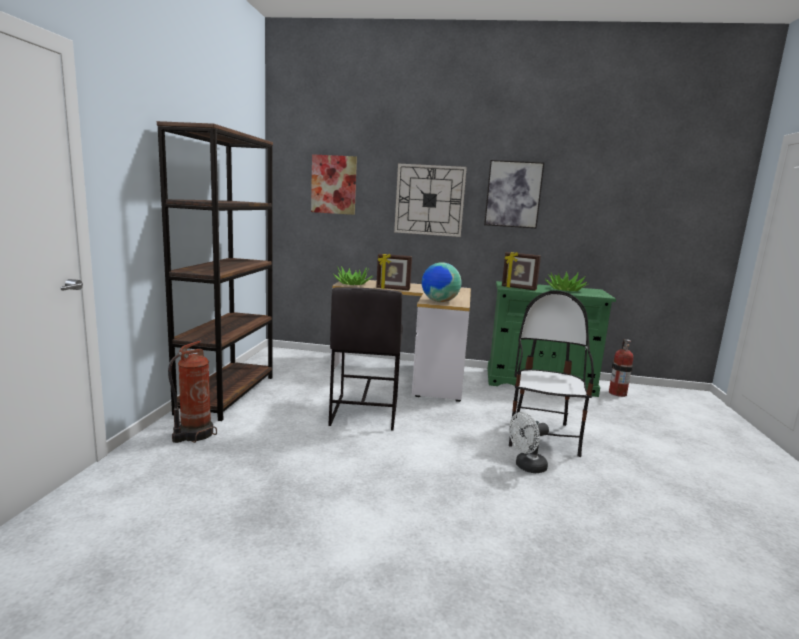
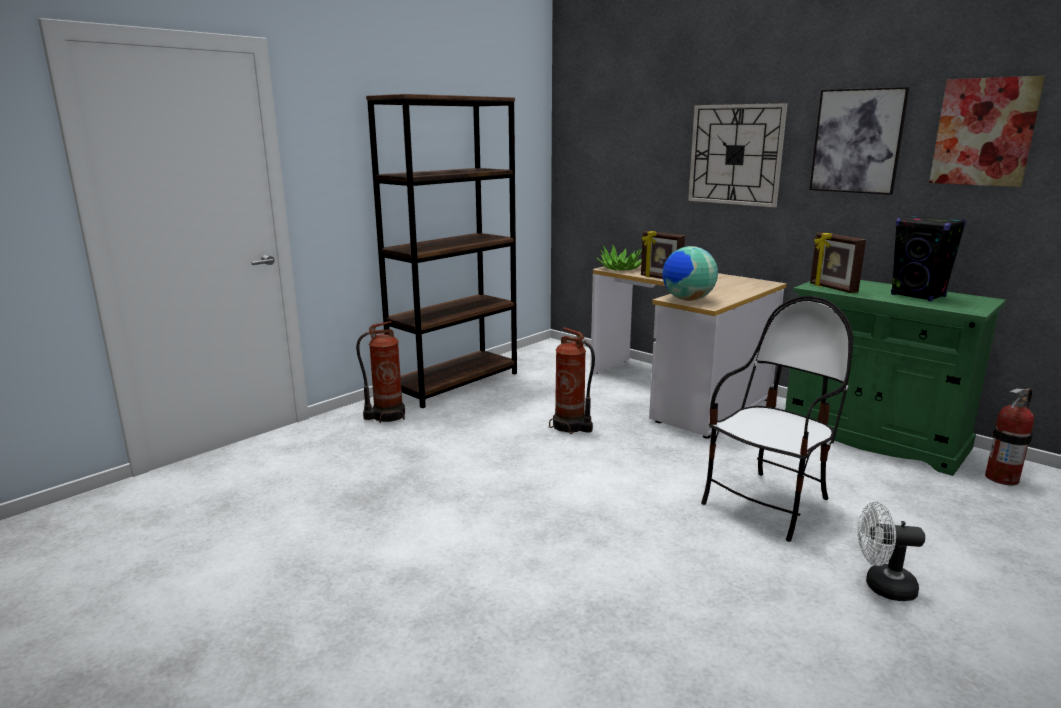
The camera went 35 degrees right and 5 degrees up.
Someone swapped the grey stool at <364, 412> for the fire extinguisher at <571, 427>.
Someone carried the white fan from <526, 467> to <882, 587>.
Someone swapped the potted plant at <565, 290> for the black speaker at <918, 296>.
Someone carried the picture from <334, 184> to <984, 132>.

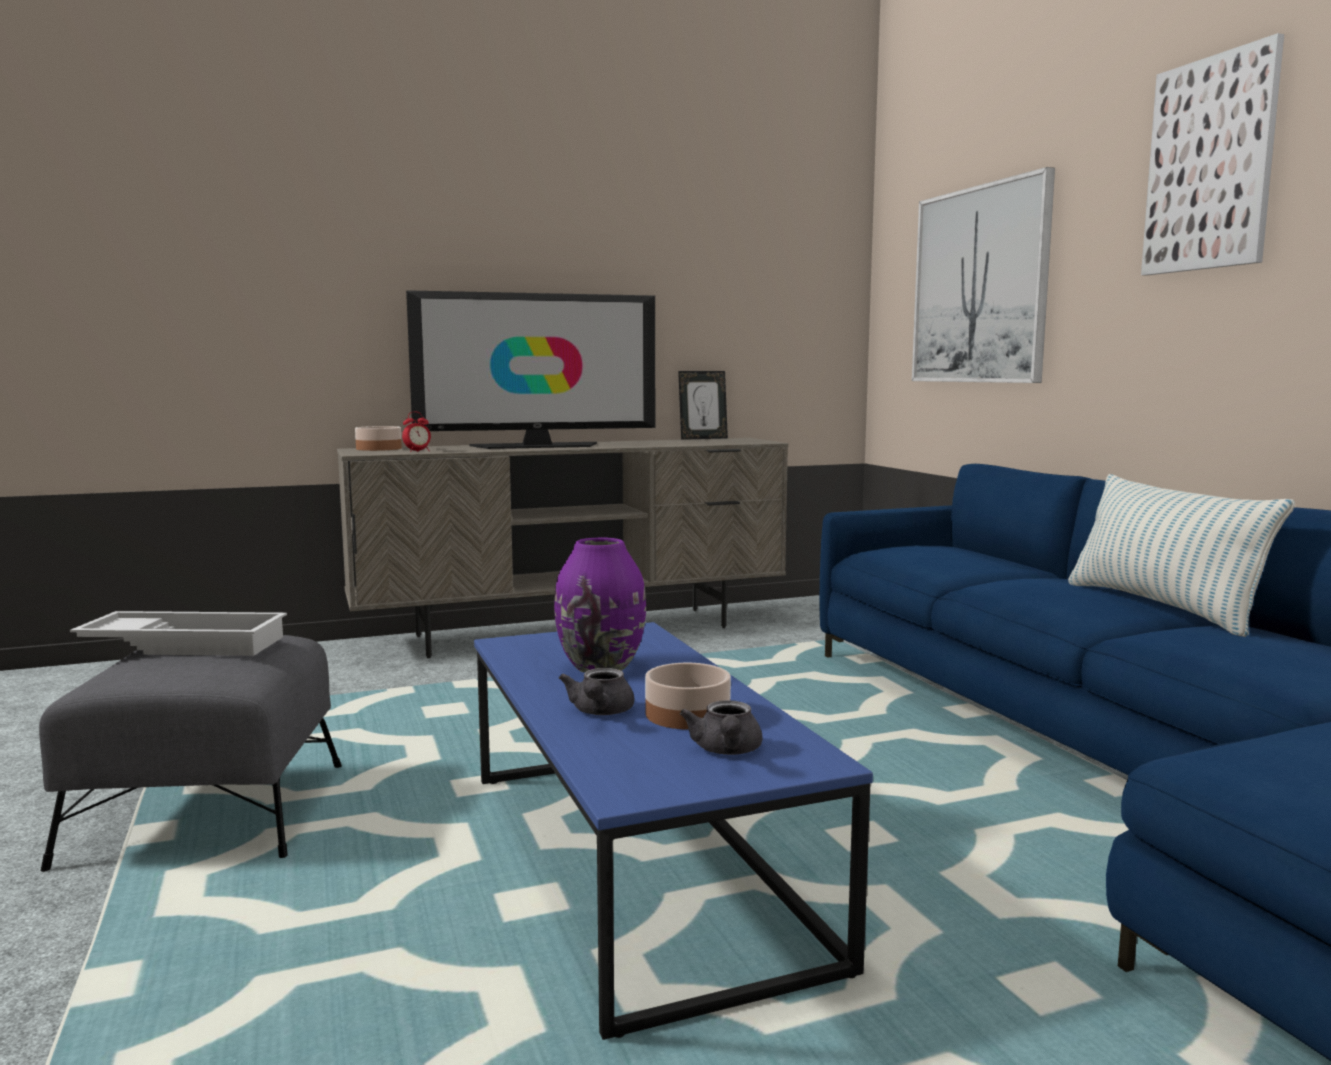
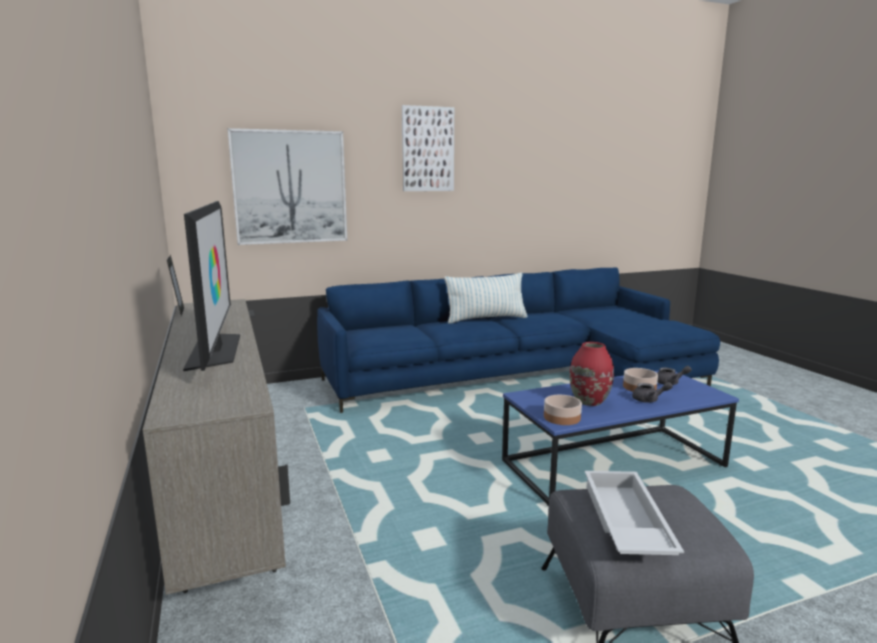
The camera went 90 degrees left and 5 degrees up.
Someone carried the bowl from <379, 448> to <561, 417>.
Someone repainted the purple vase at <601, 666>, which became the red vase at <589, 401>.
Someone took away the alarm clock at <417, 451>.

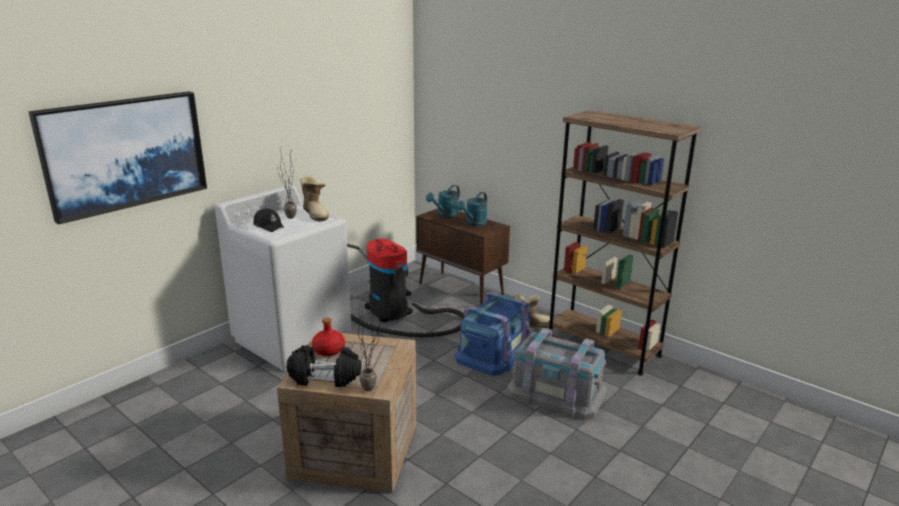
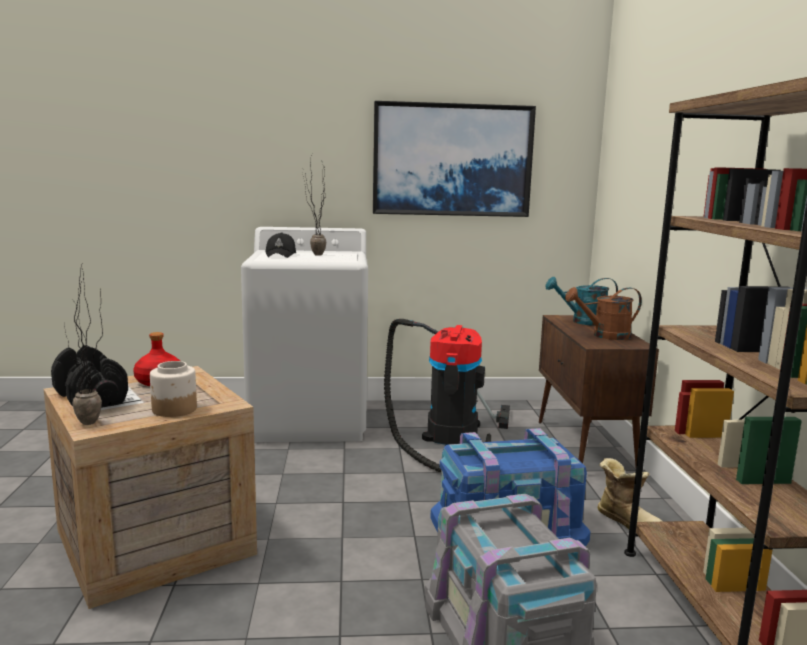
The camera went 45 degrees right and 10 degrees down.
Someone put down the jar at <174, 409>.
Someone carried the picture from <125, 153> to <452, 160>.
Someone repainted the turquoise watering can at <474, 224>, which became the brown watering can at <604, 335>.
Someone took away the boot at <316, 214>.

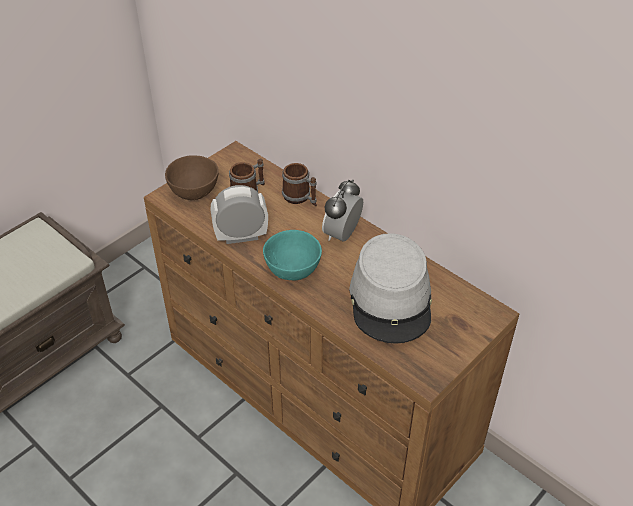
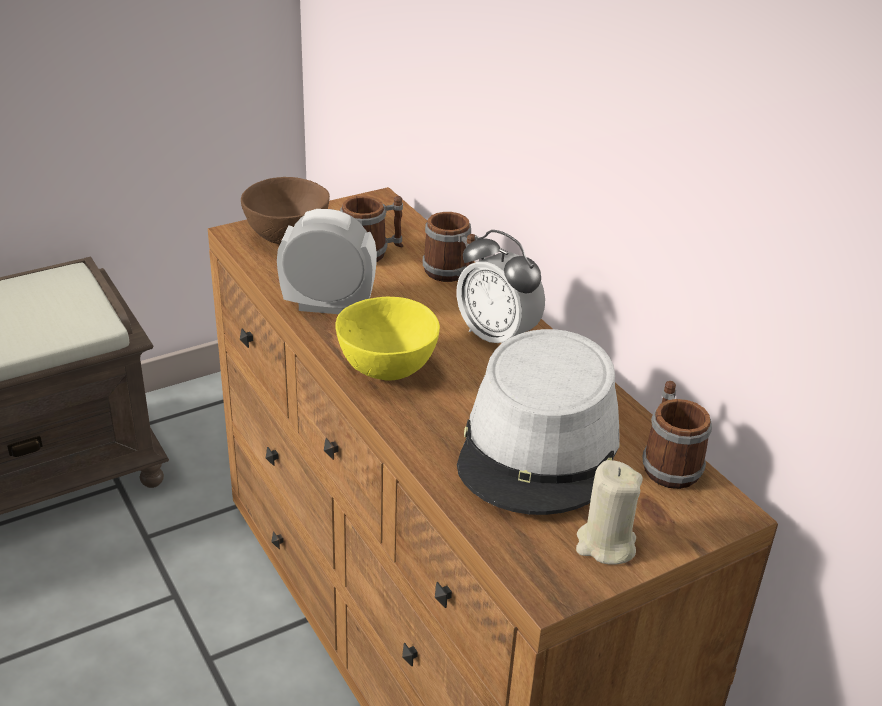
The camera went 15 degrees right and 10 degrees down.
Someone repainted the turquoise bowl at <293, 272>, which became the yellow bowl at <387, 370>.
Someone rotated the alarm clock at <342, 234> by 90 degrees counterclockwise.
Someone put down the beige candle at <605, 545>.
Someone put down the mug at <668, 463>.

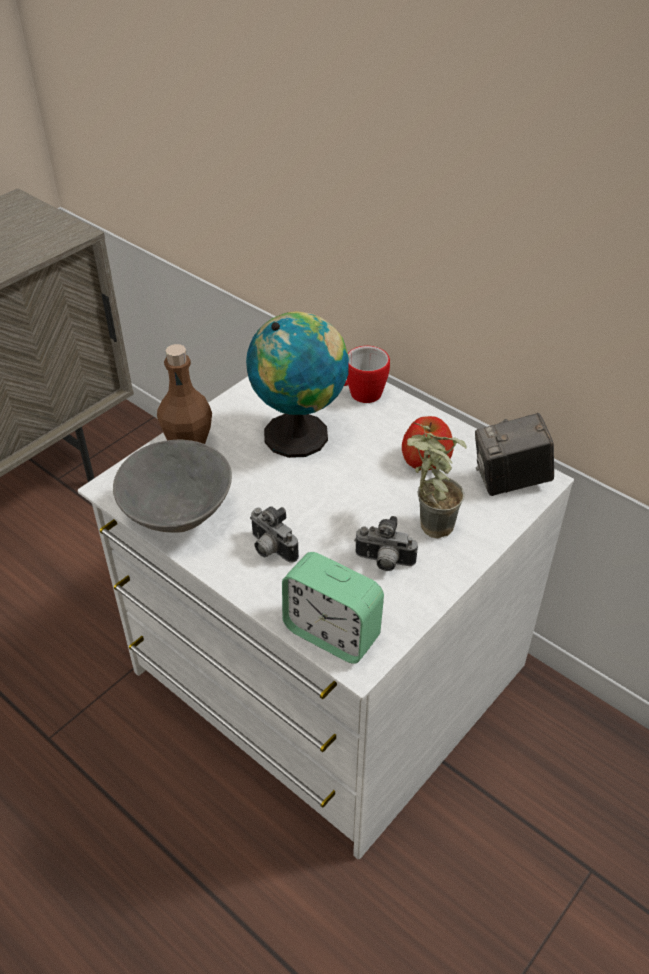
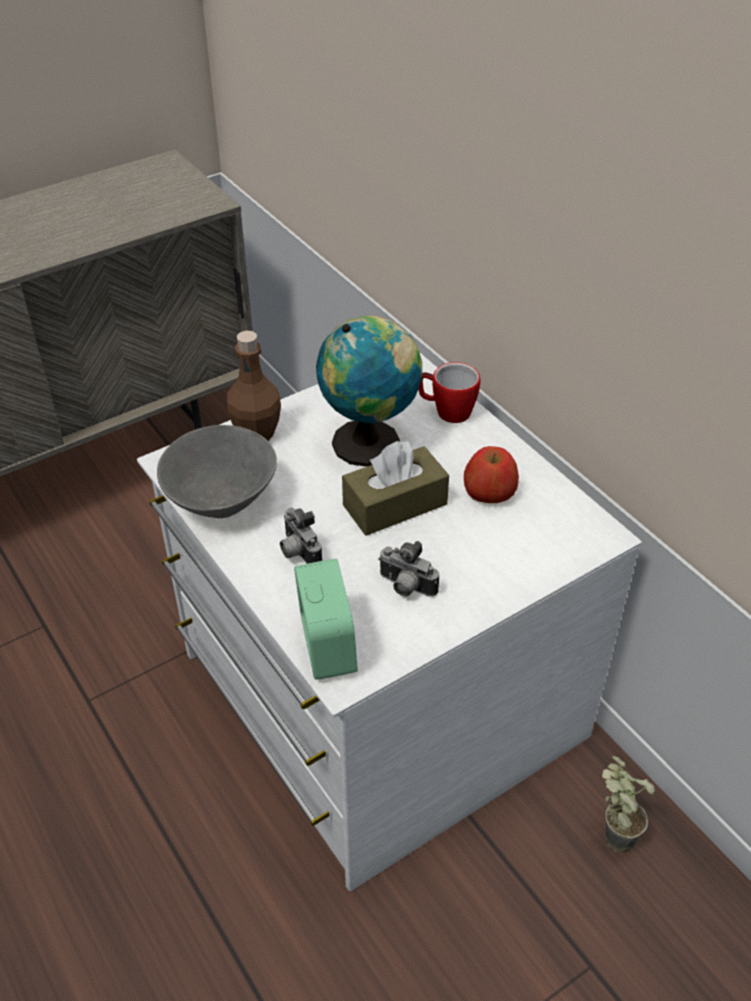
The camera went 15 degrees right and 0 degrees up.
Someone rotated the alarm clock at <332, 633> by 150 degrees counterclockwise.
Someone put down the brown tissue box at <395, 505>.
Someone carried the potted plant from <426, 524> to <610, 834>.
Someone took away the photo camera at <509, 481>.

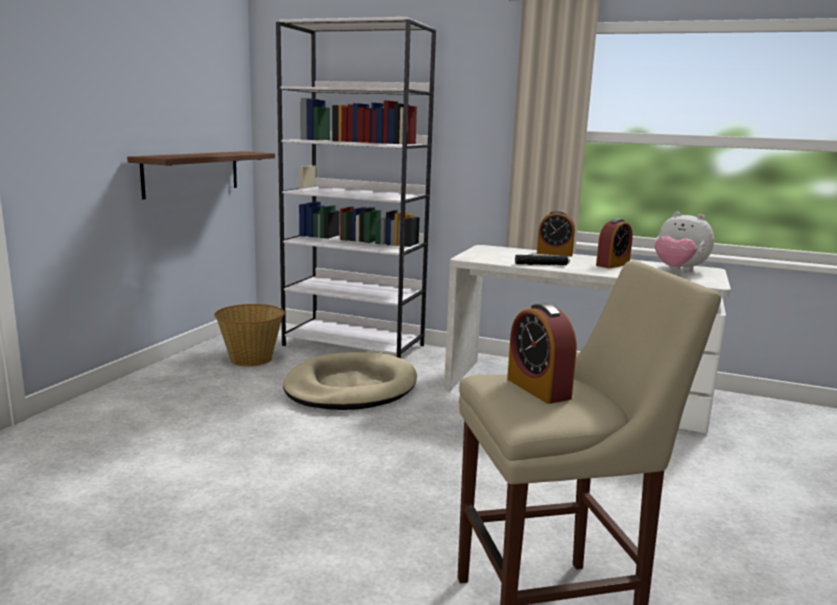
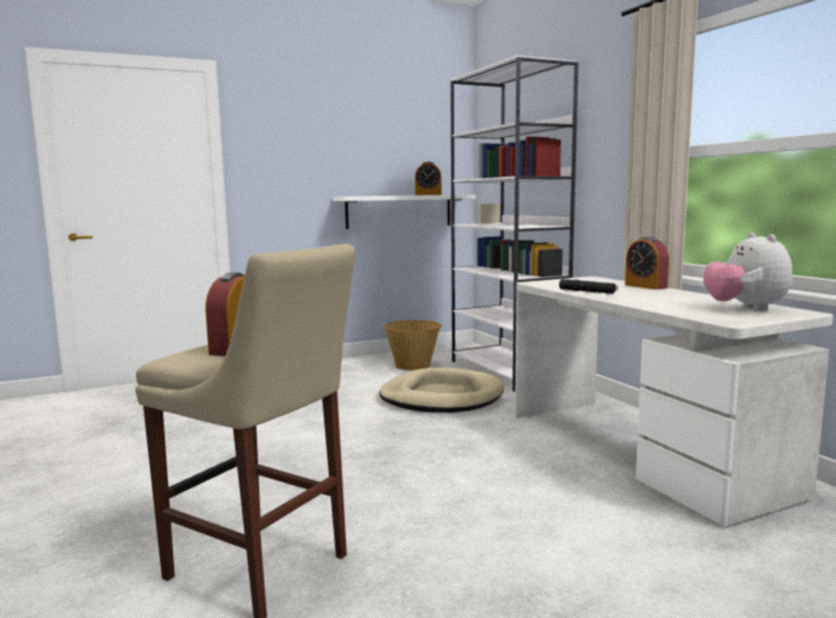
The camera went 45 degrees right and 5 degrees down.
Someone repainted the brown shelf at <192, 173>, which became the white shelf at <399, 211>.
Someone carried the alarm clock from <612, 265> to <428, 195>.

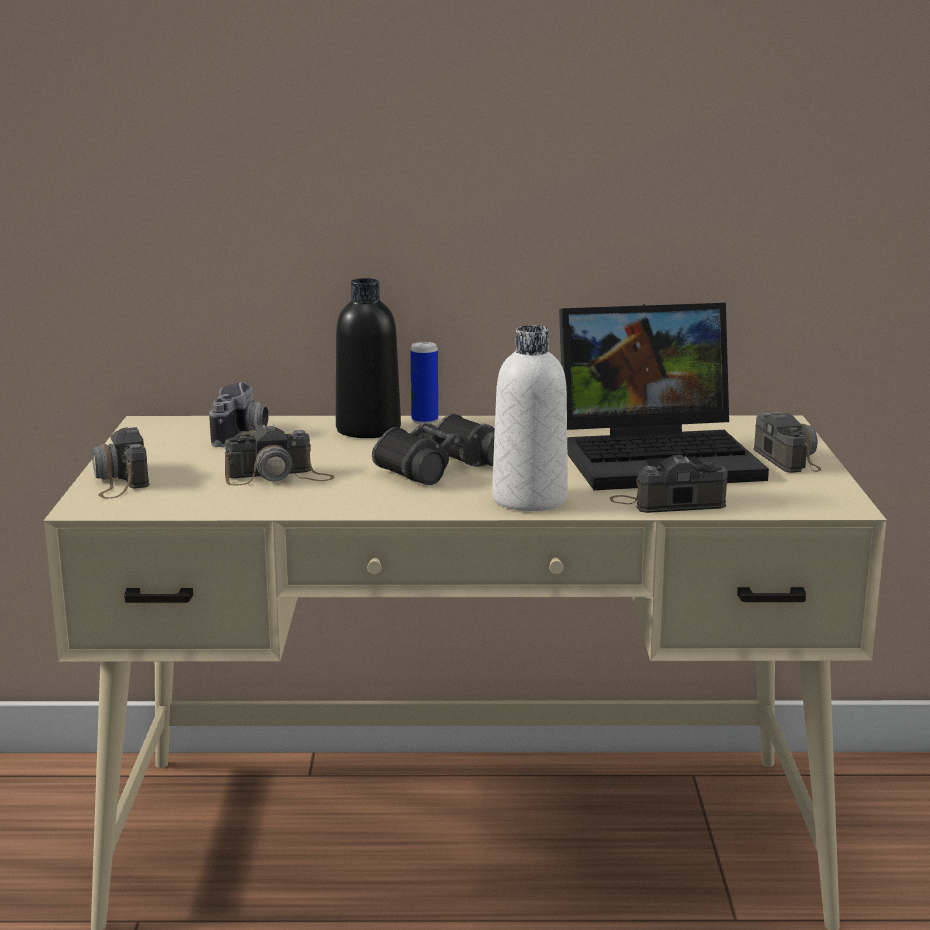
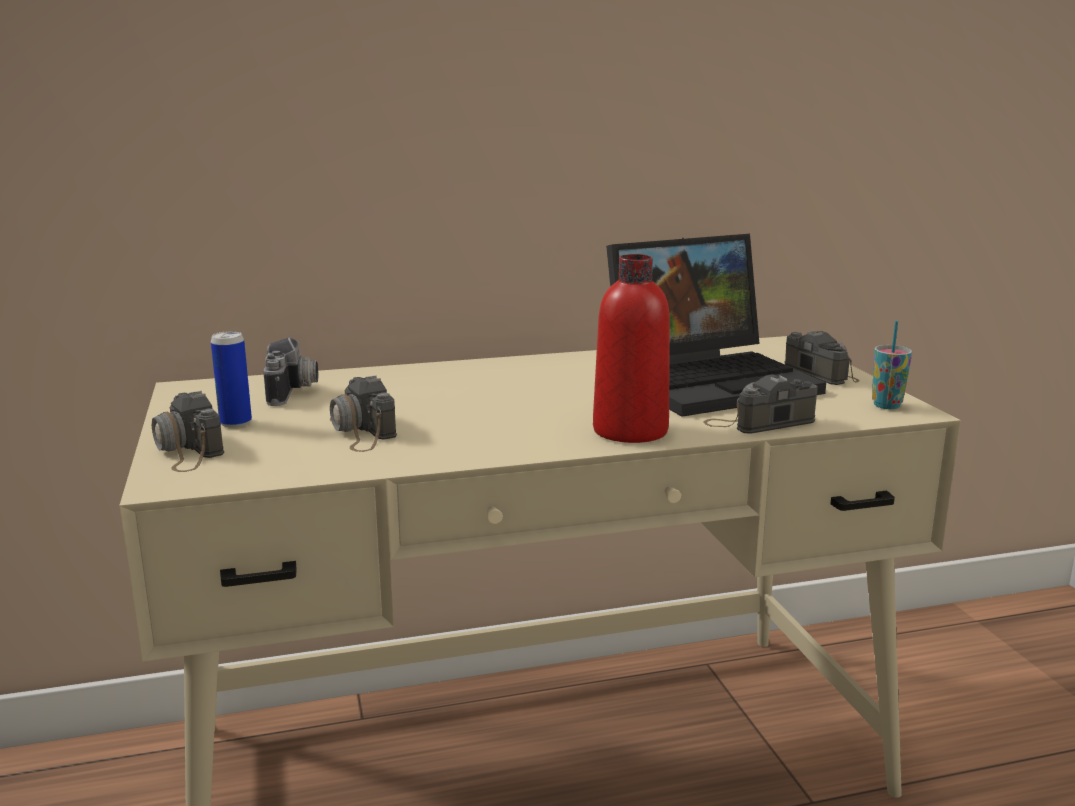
The camera went 15 degrees left and 0 degrees up.
Someone carried the can from <424, 421> to <235, 423>.
Someone rotated the photo camera at <279, 477> by 90 degrees clockwise.
Someone repainted the white bottle at <529, 499>, which became the red bottle at <630, 431>.
Someone put down the cup at <886, 405>.
Someone took away the black bottle at <368, 429>.
Someone took away the black binoculars at <437, 466>.

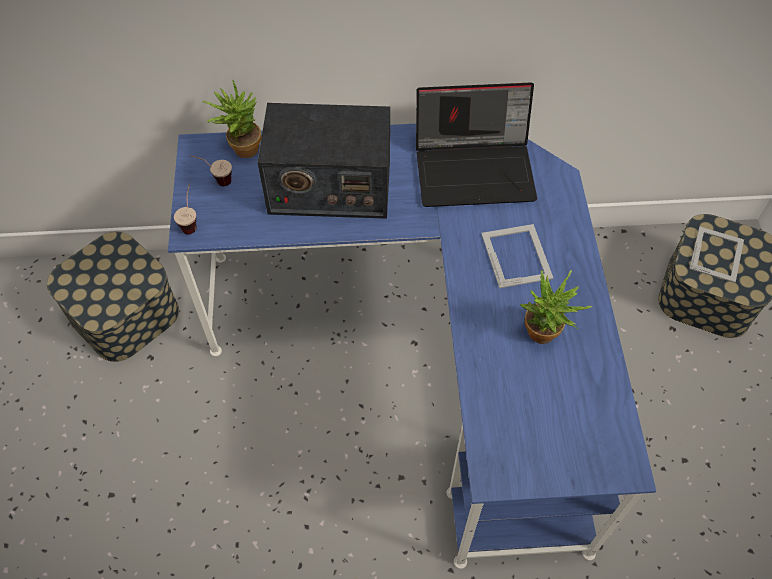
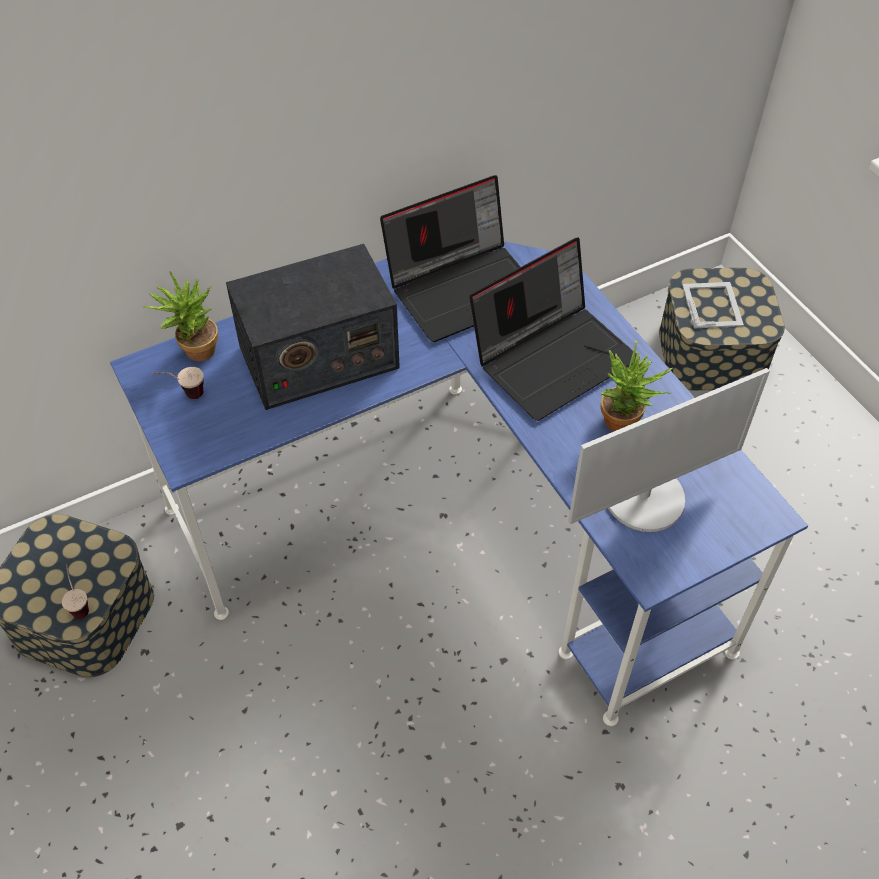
The camera went 25 degrees left and 5 degrees down.
Someone carried the cup from <191, 221> to <79, 603>.
Someone swapped the picture frame at <517, 255> for the laptop at <553, 356>.
Someone put down the monitor at <645, 498>.

